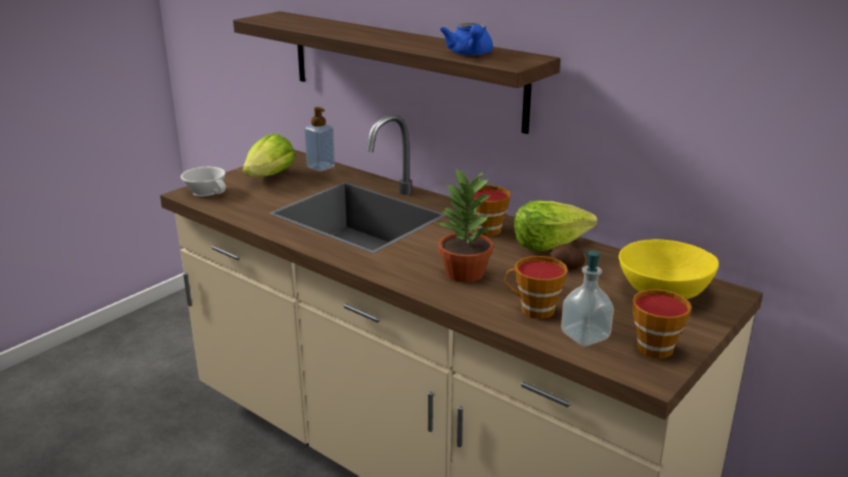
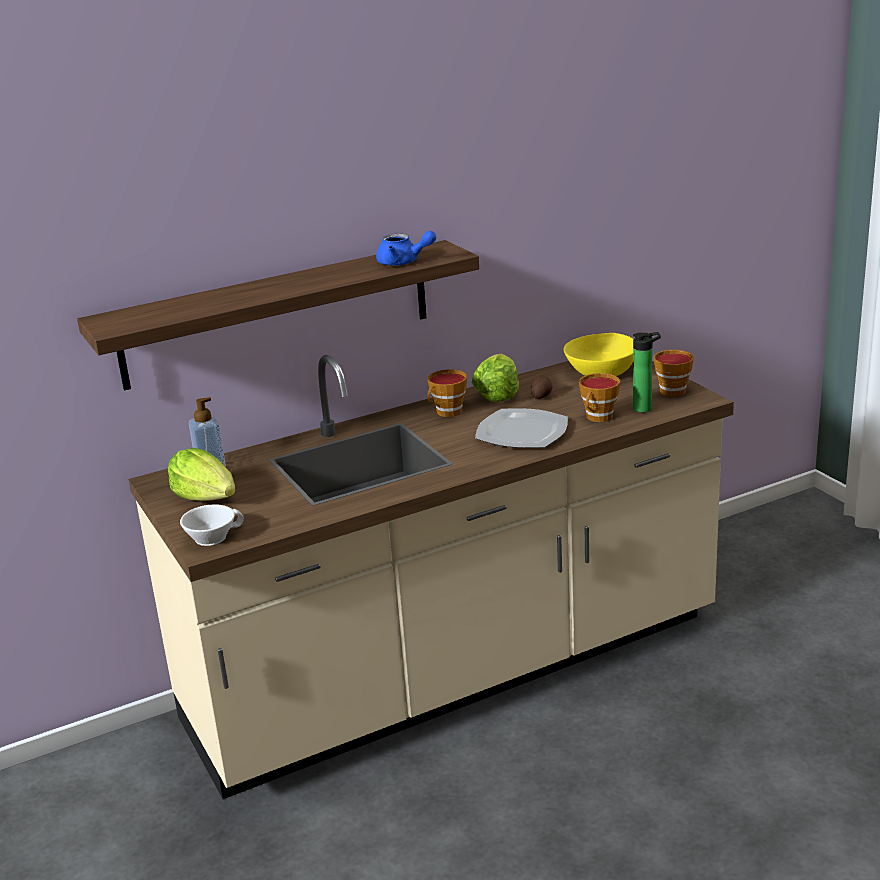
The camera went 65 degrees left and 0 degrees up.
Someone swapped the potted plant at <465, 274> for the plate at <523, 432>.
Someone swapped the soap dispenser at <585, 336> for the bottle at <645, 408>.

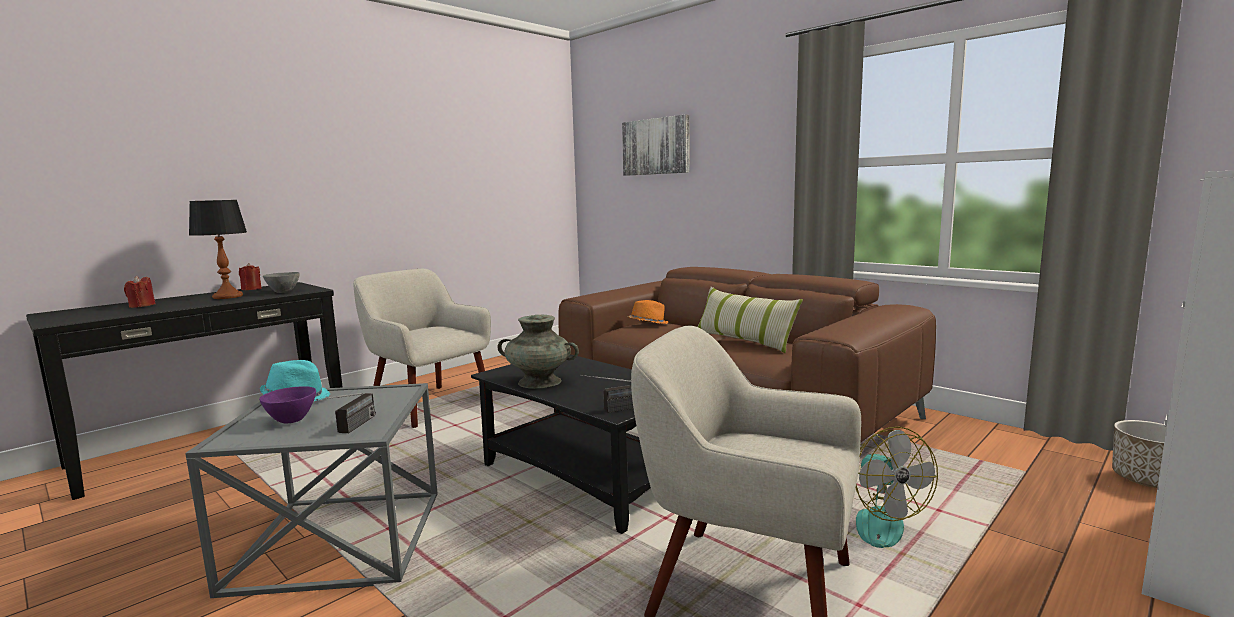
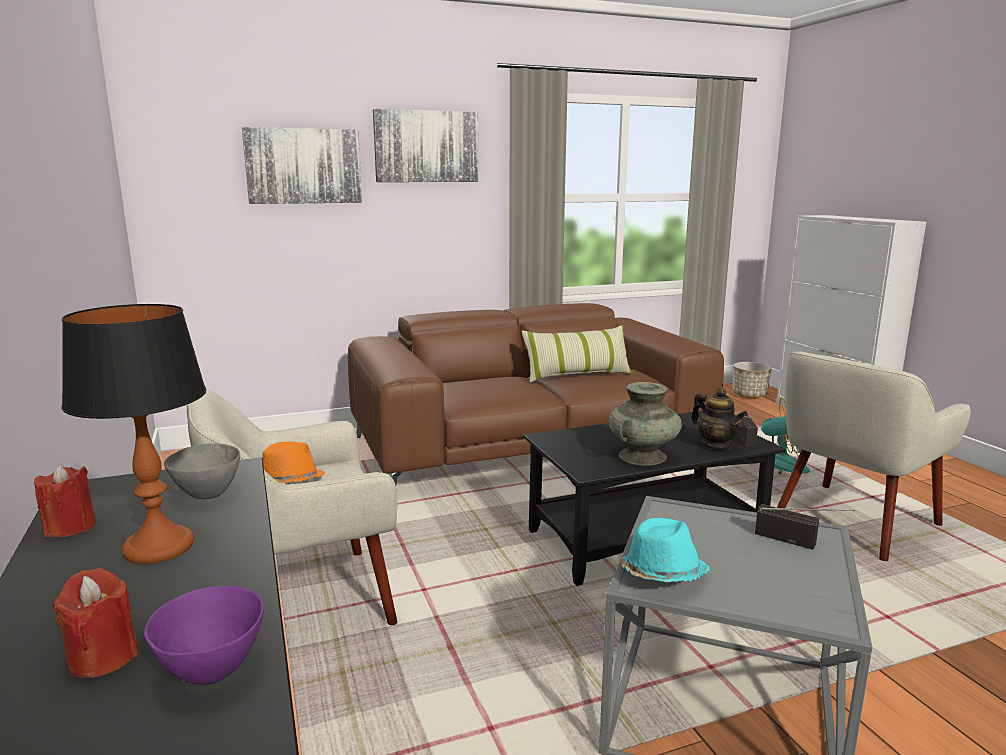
The camera went 65 degrees left and 5 degrees up.
Someone carried the purple bowl from <291, 421> to <213, 671>.
Someone carried the orange hat from <648, 323> to <289, 482>.
Someone put up the picture at <426, 146>.
Someone put down the teapot at <716, 445>.

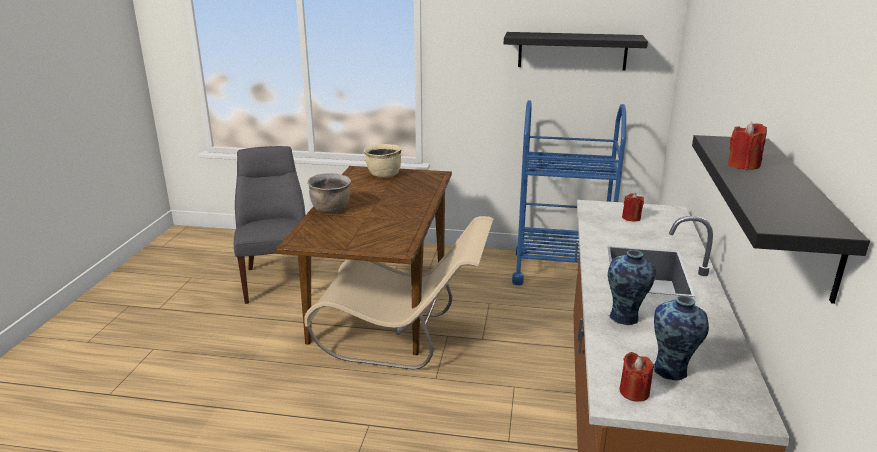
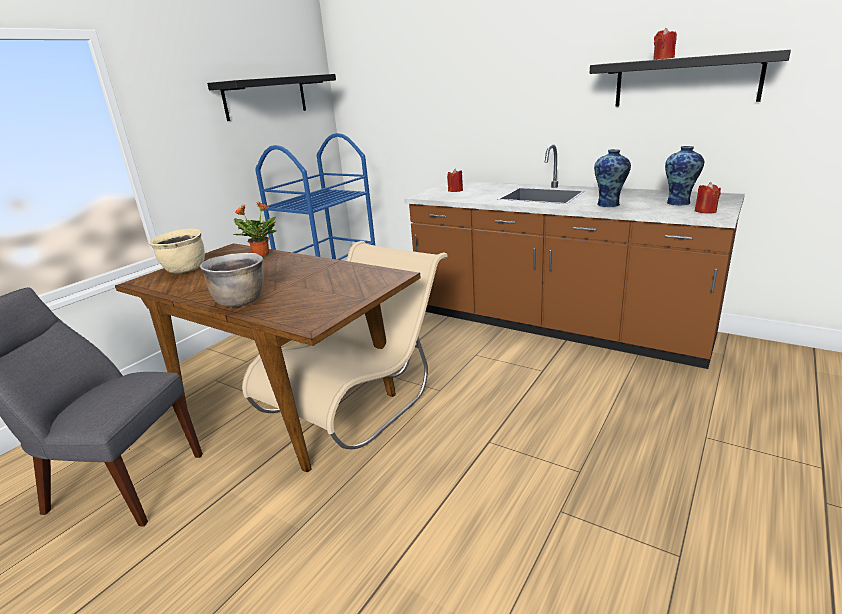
The camera went 65 degrees left and 0 degrees up.
Someone put down the potted plant at <260, 254>.

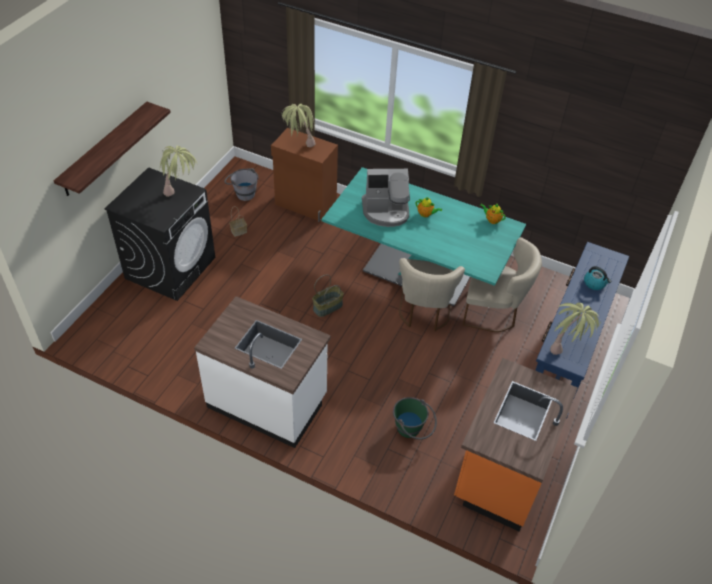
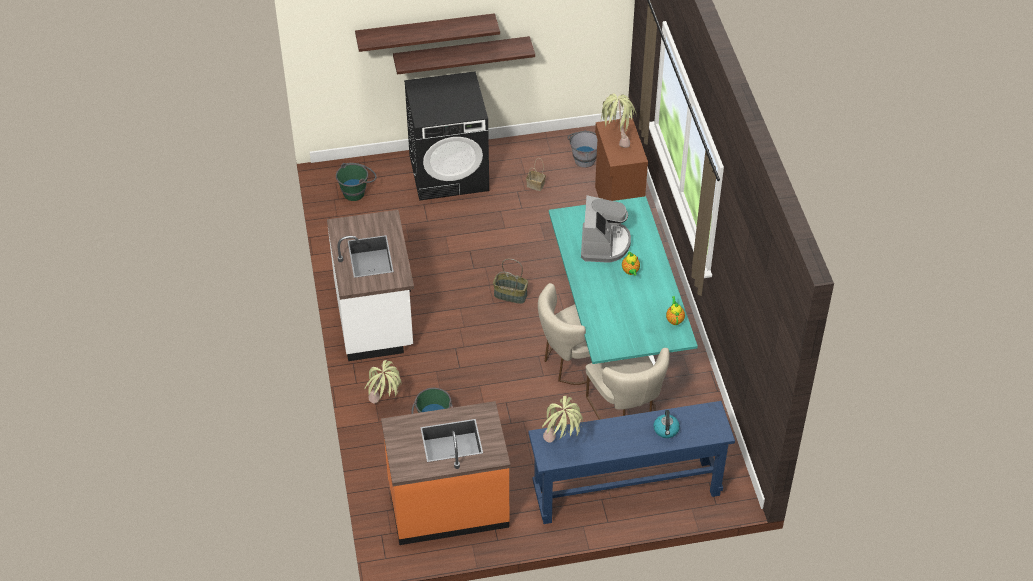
The camera went 55 degrees right and 0 degrees up.
Someone put down the green bucket at <357, 191>.
Someone carried the potted plant from <181, 191> to <385, 406>.
Someone put up the shelf at <461, 54>.
Someone rotated the coffee machine at <386, 211> by 135 degrees counterclockwise.

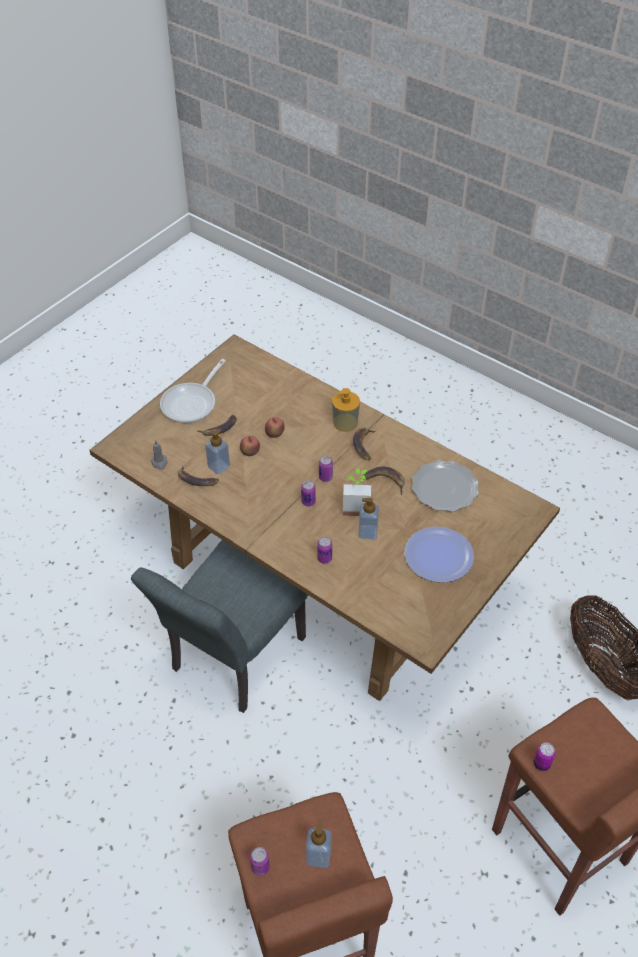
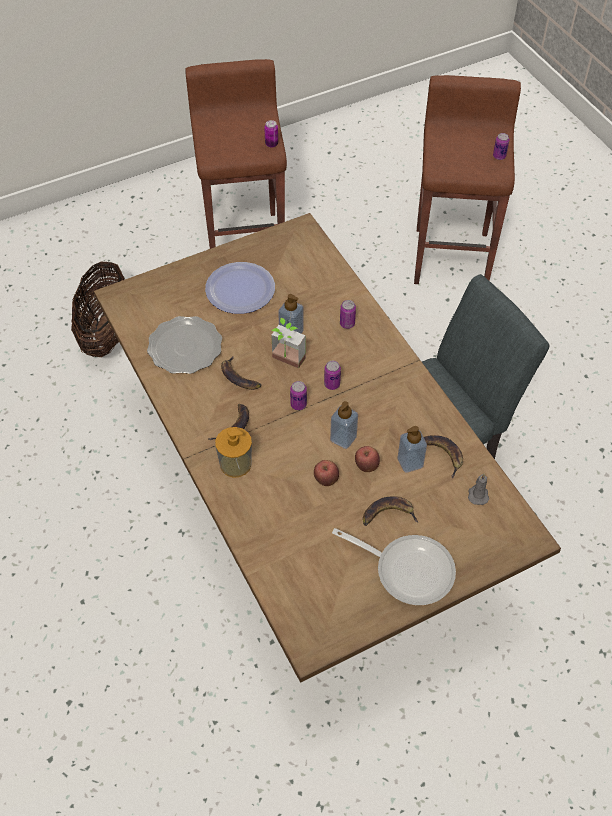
The camera went 155 degrees left and 5 degrees up.
Someone carried the soap dispenser from <318, 856> to <343, 438>.
Someone rotated the frying pan at <192, 403> by 60 degrees clockwise.

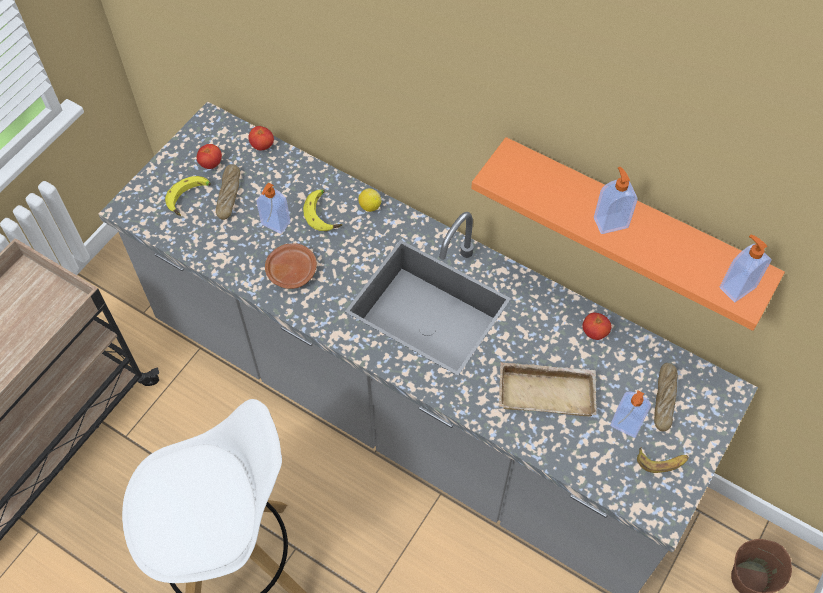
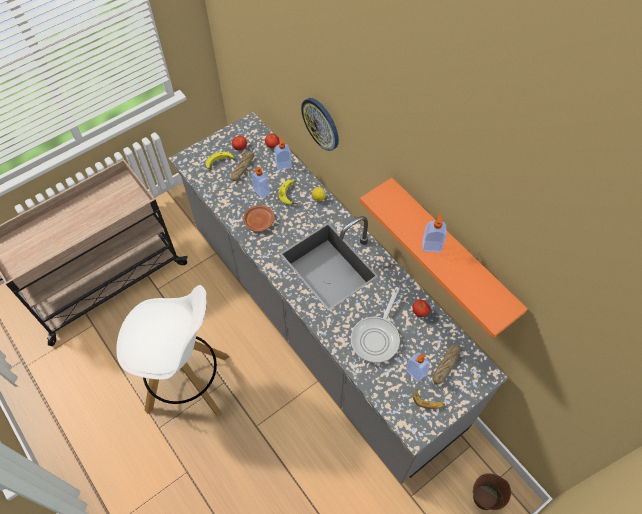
The camera went 20 degrees right and 0 degrees up.
Someone carried the soap dispenser from <736, 287> to <283, 165>.
Someone put up the wall clock at <321, 123>.
Someone swapped the beige tray at <547, 391> for the frying pan at <377, 337>.

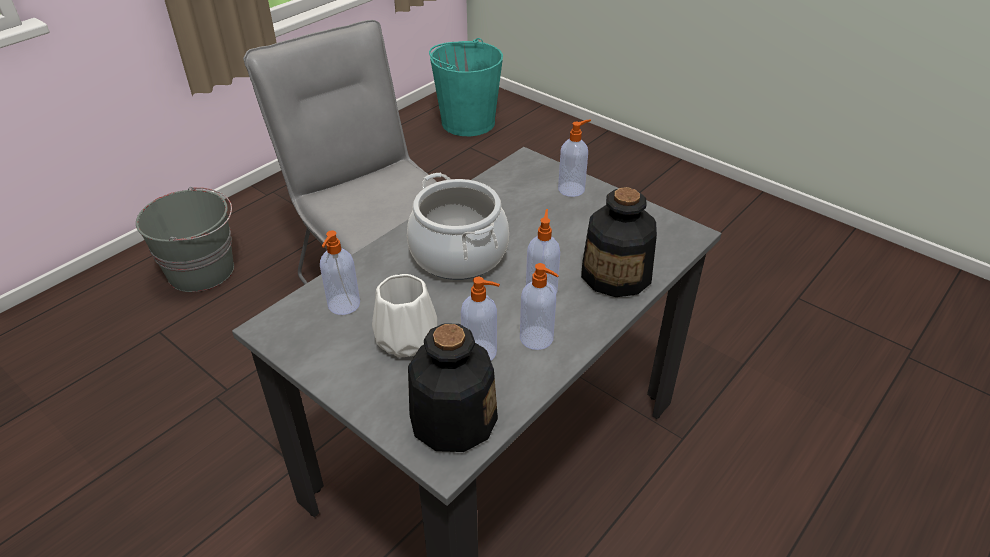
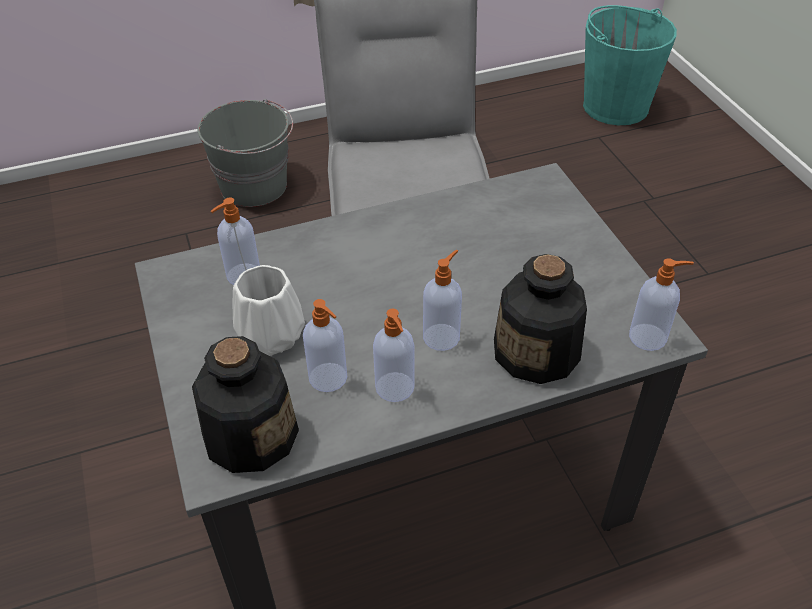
The camera went 30 degrees right and 5 degrees up.
Someone carried the soap dispenser from <572, 189> to <649, 337>.
Someone took away the cooking pot at <459, 254>.

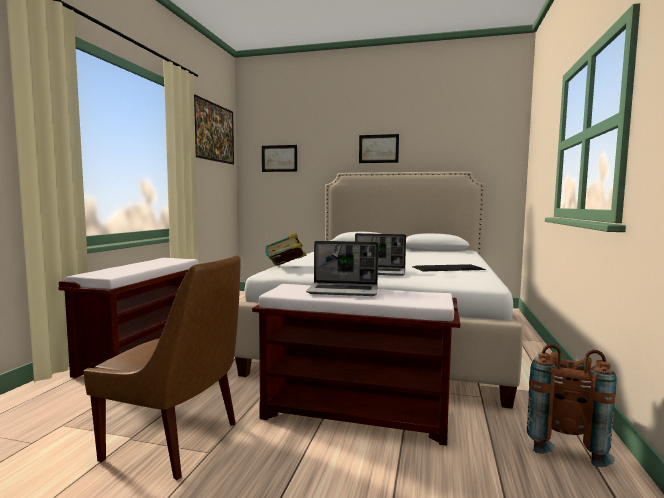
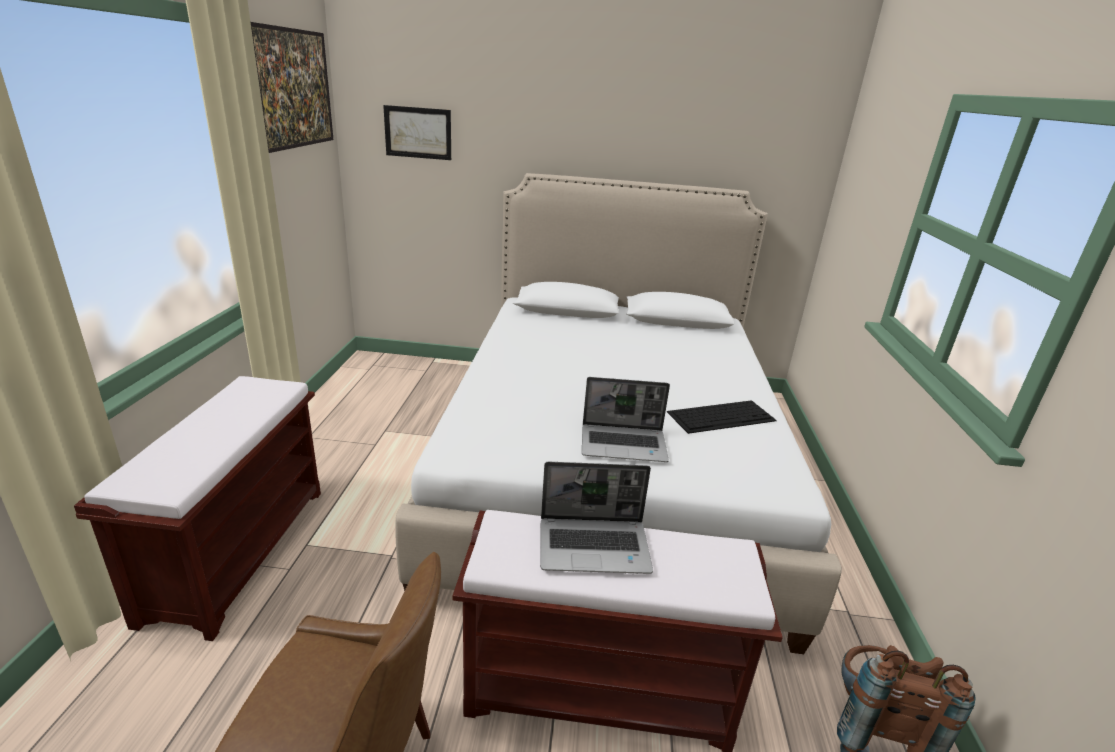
The camera went 10 degrees left and 20 degrees up.
Someone took away the book at <286, 267>.
Someone took away the picture at <378, 148>.

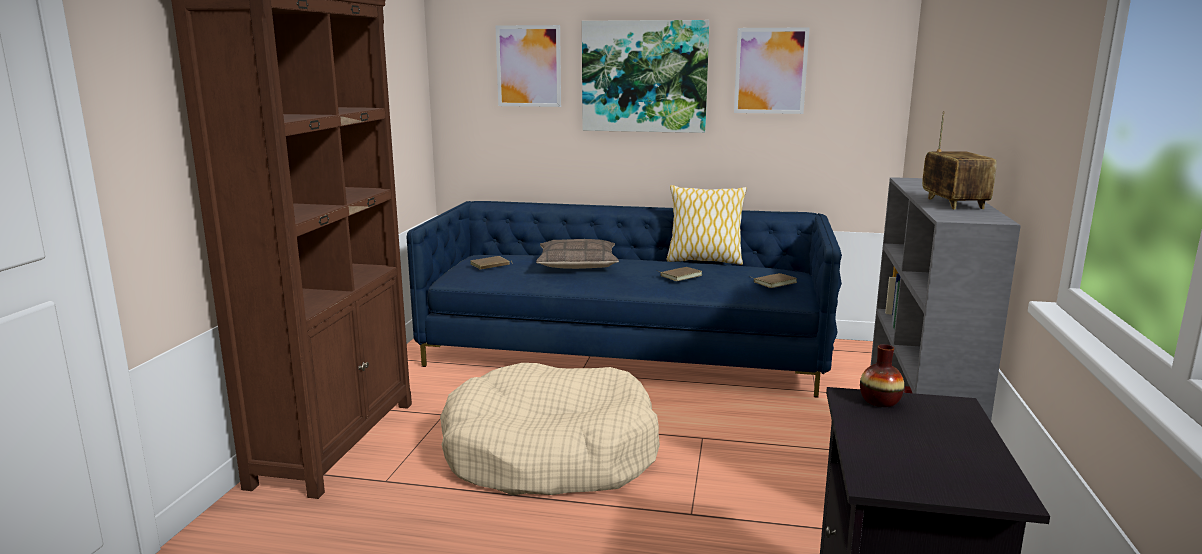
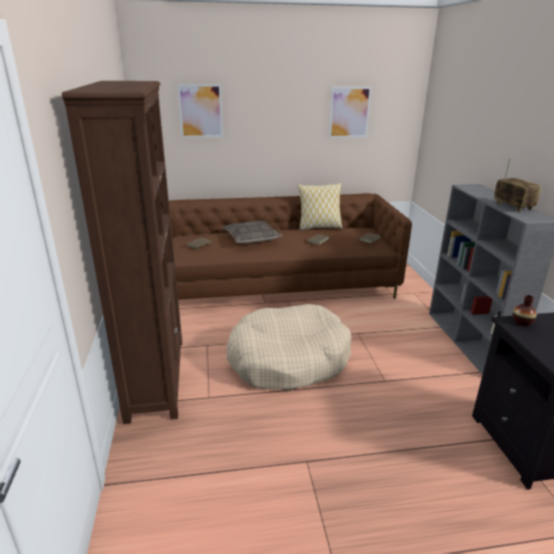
The camera went 20 degrees left and 10 degrees up.
Someone repainted the blue sofa at <625, 352>, which became the brown sofa at <279, 285>.
Someone took away the picture at <644, 76>.

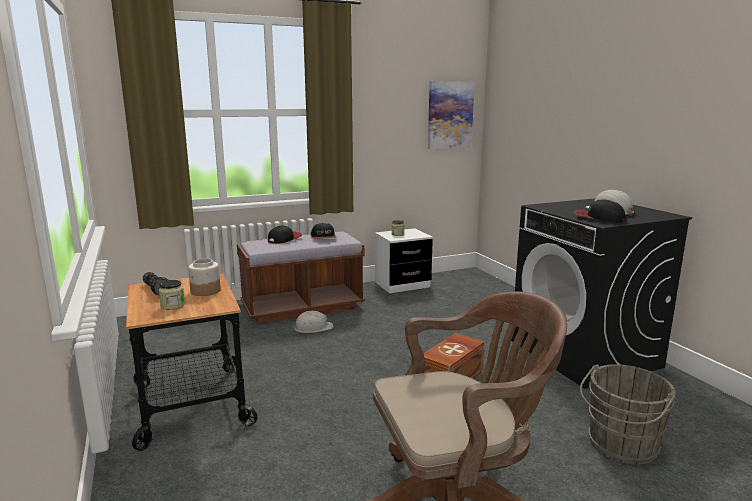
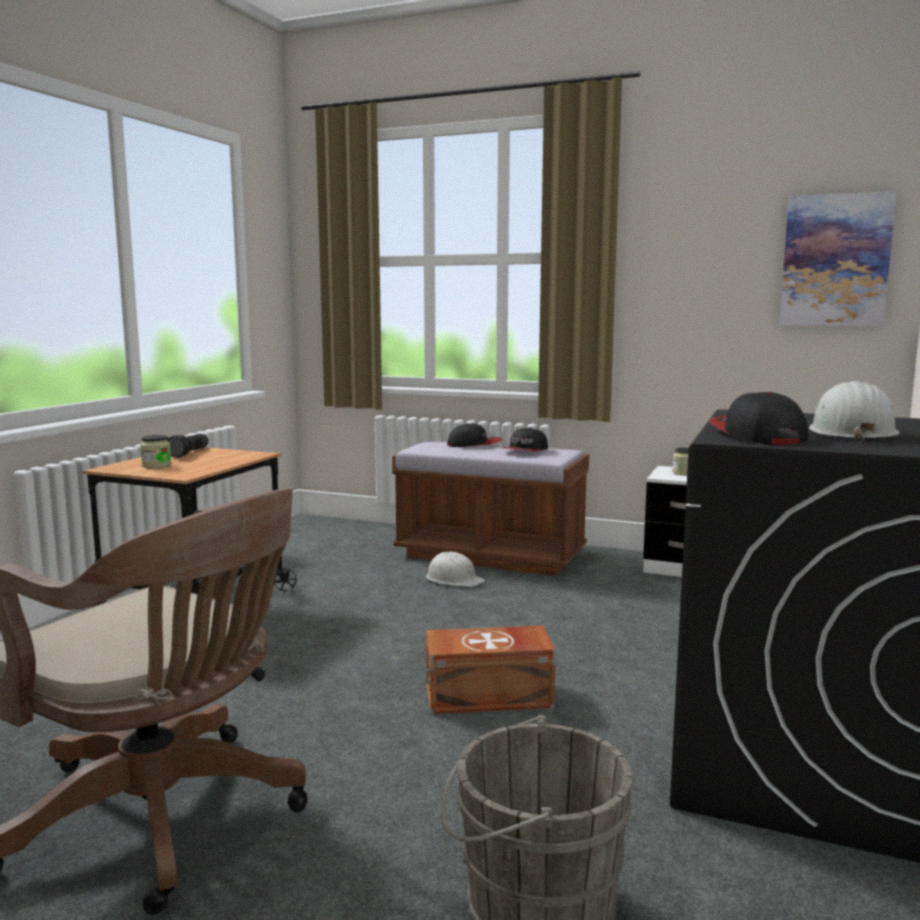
The camera went 45 degrees right and 5 degrees down.
Someone took away the jar at <205, 291>.

